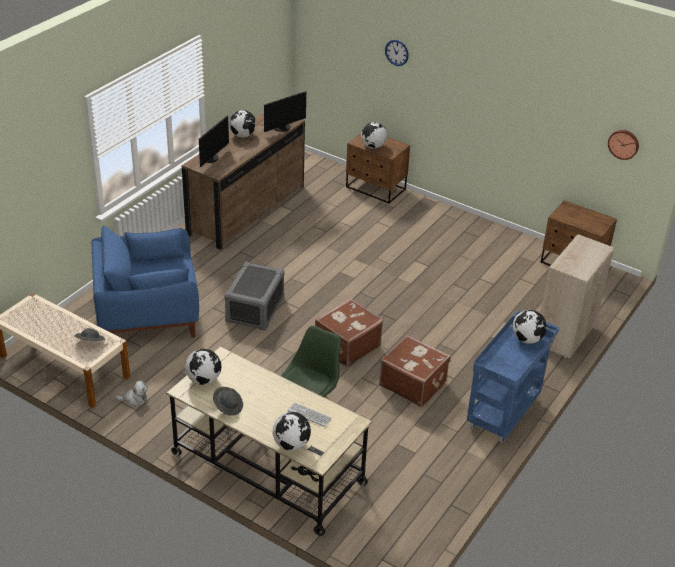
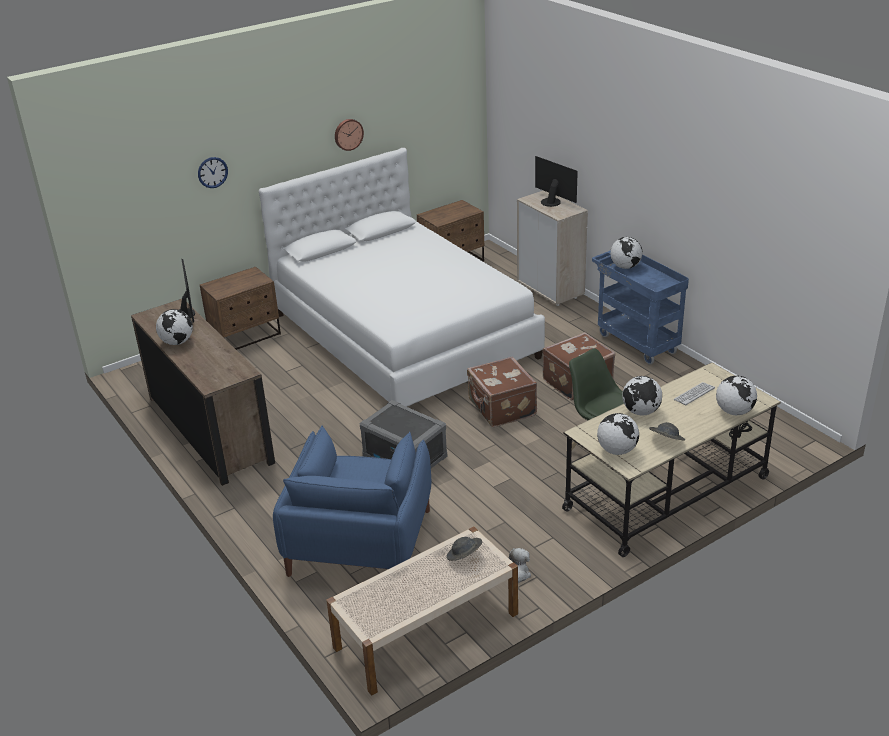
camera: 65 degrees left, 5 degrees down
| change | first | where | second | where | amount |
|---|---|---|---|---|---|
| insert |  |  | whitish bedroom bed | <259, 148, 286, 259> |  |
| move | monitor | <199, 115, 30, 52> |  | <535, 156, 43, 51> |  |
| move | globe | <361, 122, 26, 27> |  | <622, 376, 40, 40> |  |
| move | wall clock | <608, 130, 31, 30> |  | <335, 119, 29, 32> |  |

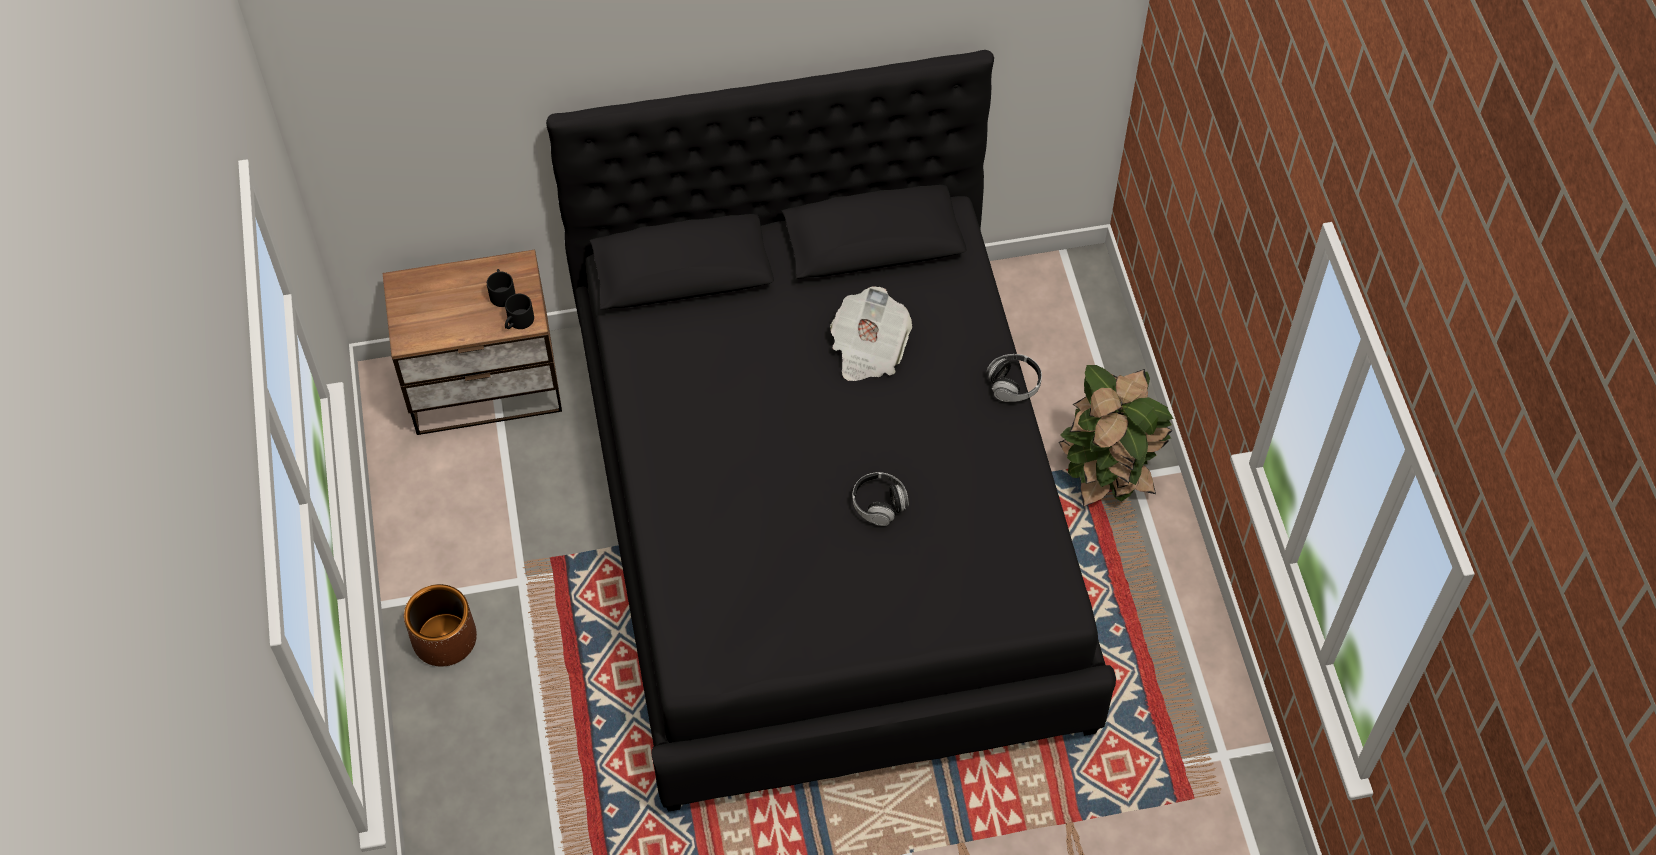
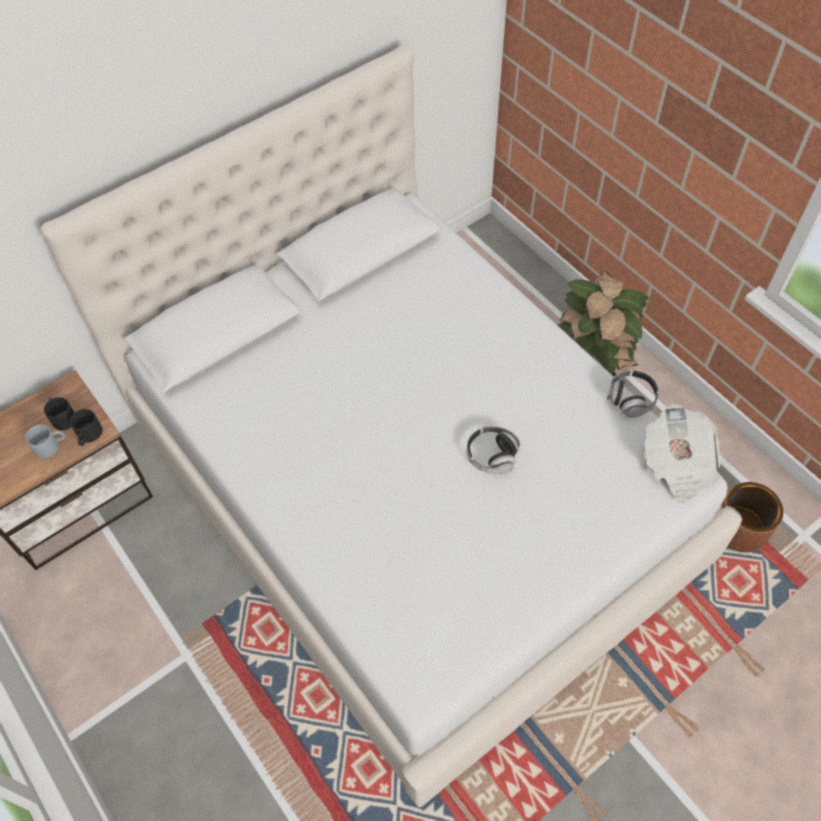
camera: 25 degrees left, 0 degrees up
| change | first | where | second | where | amount |
|---|---|---|---|---|---|
| insert |  |  | grey coffee mug | <25, 425, 40, 33> |  |
| move | brownish planter | <404, 584, 73, 83> |  | <721, 482, 62, 71> |  |
| move | newspaper | <830, 286, 82, 95> |  | <644, 404, 76, 99> |  |
| move | pair of headphones | <986, 354, 56, 48> |  | <607, 370, 52, 48> |  |
| recolor | black-coloured bedroom bed | <546, 50, 570, 762> | whitish bedroom bed | <41, 45, 702, 763> |  |

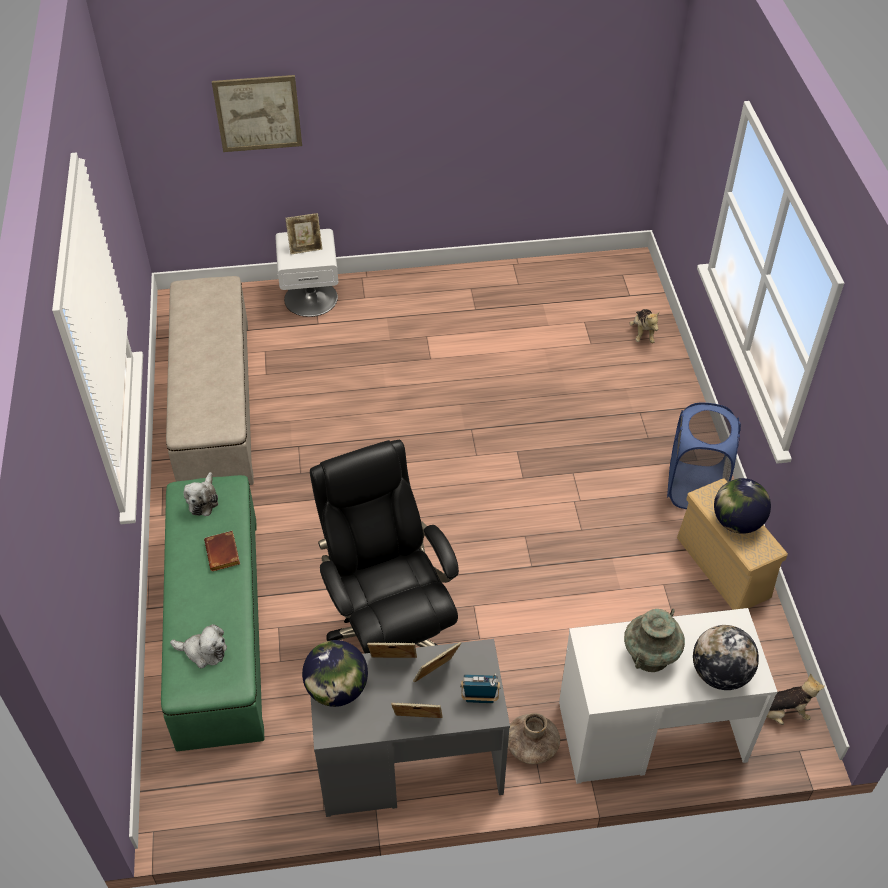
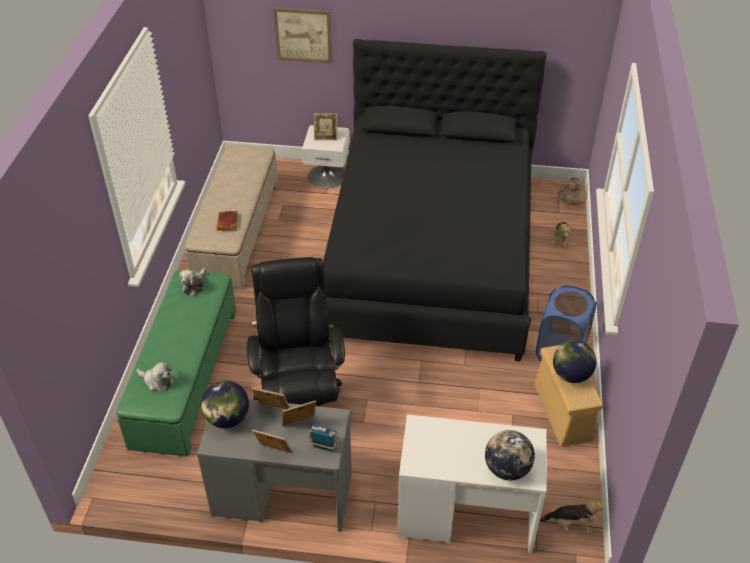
camera: 15 degrees right, 5 degrees down
| change | first | where | second | where | amount |
|---|---|---|---|---|---|
| delete | turquoise decorative vase | <624, 609, 61, 63> |  |  |  |
| insert |  |  | black-coloured bedroom bed | <323, 39, 224, 322> |  |
| move | brownish volume | <204, 531, 36, 40> |  | <217, 211, 21, 20> |  |
| move | brownish decorative vase | <508, 713, 52, 51> |  | <558, 177, 29, 28> |  |

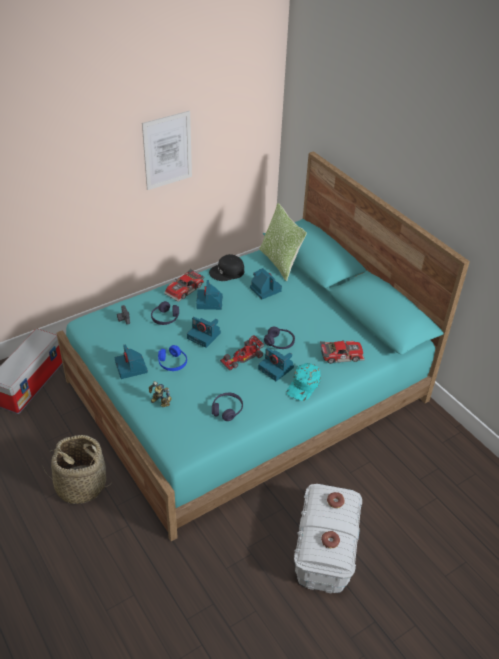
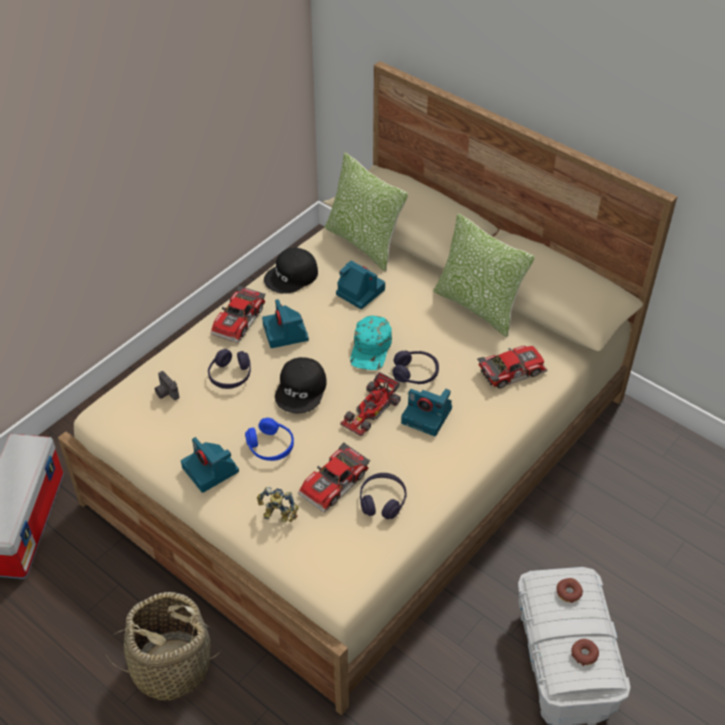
camera: 15 degrees left, 5 degrees up
| change | first | where | second | where | amount |
|---|---|---|---|---|---|
| delete | wall picture | <142, 111, 50, 79> |  |  |  |
| insert |  |  | toy car | <298, 442, 72, 71> |  |
| insert |  |  | throw pillow | <433, 213, 102, 124> |  |
| move | turquoise peaked cap | <287, 363, 34, 38> |  | <350, 316, 42, 54> |  |
| replace | still camera | <187, 317, 34, 31> | black-coloured peaked cap | <275, 357, 52, 56> |  |
| recolor | turquoise bedroom bed | <57, 151, 413, 390> | beige bedroom bed | <58, 61, 619, 654> |  |

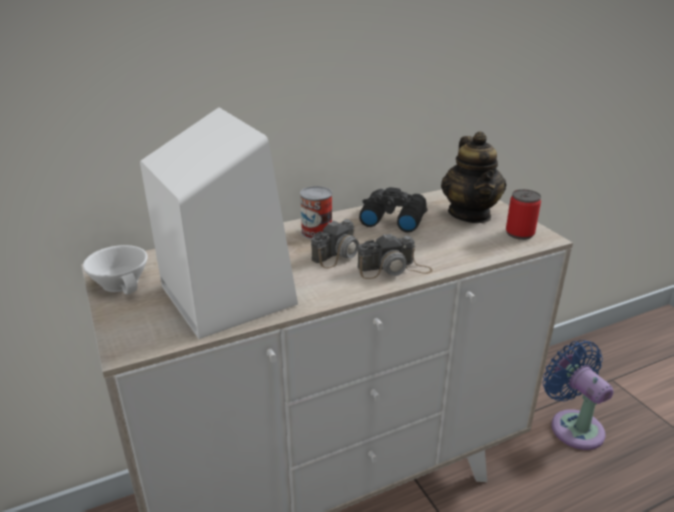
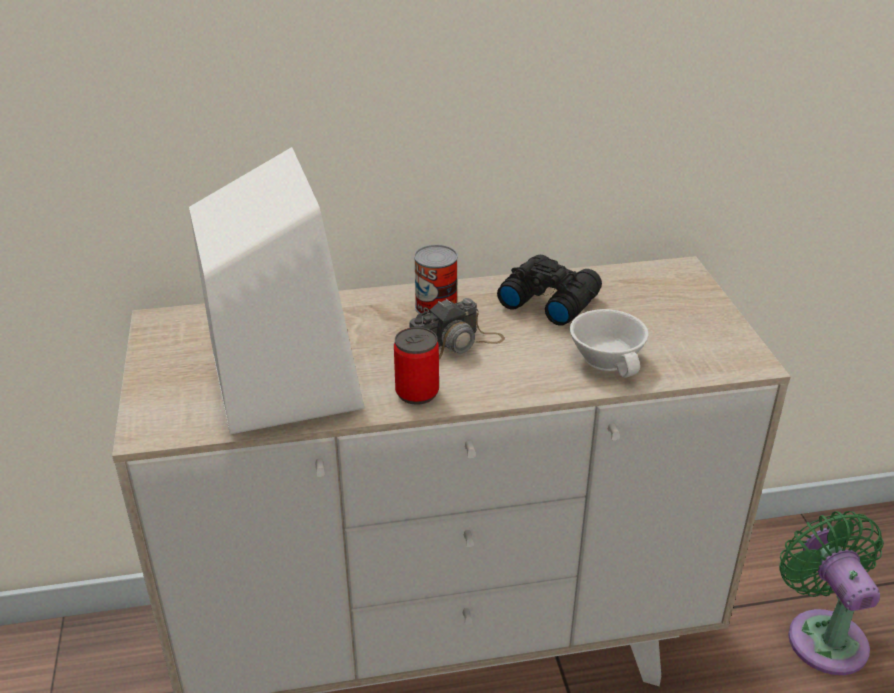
camera: 15 degrees right, 5 degrees up
| change | first | where | second | where | amount |
|---|---|---|---|---|---|
| delete | still camera | <357, 233, 76, 46> |  |  |  |
| delete | pot for tea | <441, 131, 65, 92> |  |  |  |
| move | whitish small cup | <83, 245, 65, 50> |  | <570, 309, 79, 69> |  |
| move | can | <506, 189, 35, 51> |  | <394, 327, 45, 78> |  |
| recolor | blue cooling fan | <543, 340, 71, 110> | green cooling fan | <779, 511, 104, 164> |  |

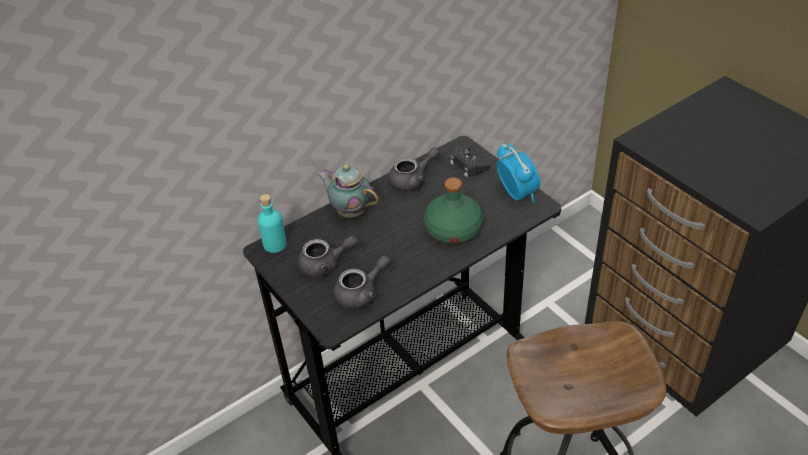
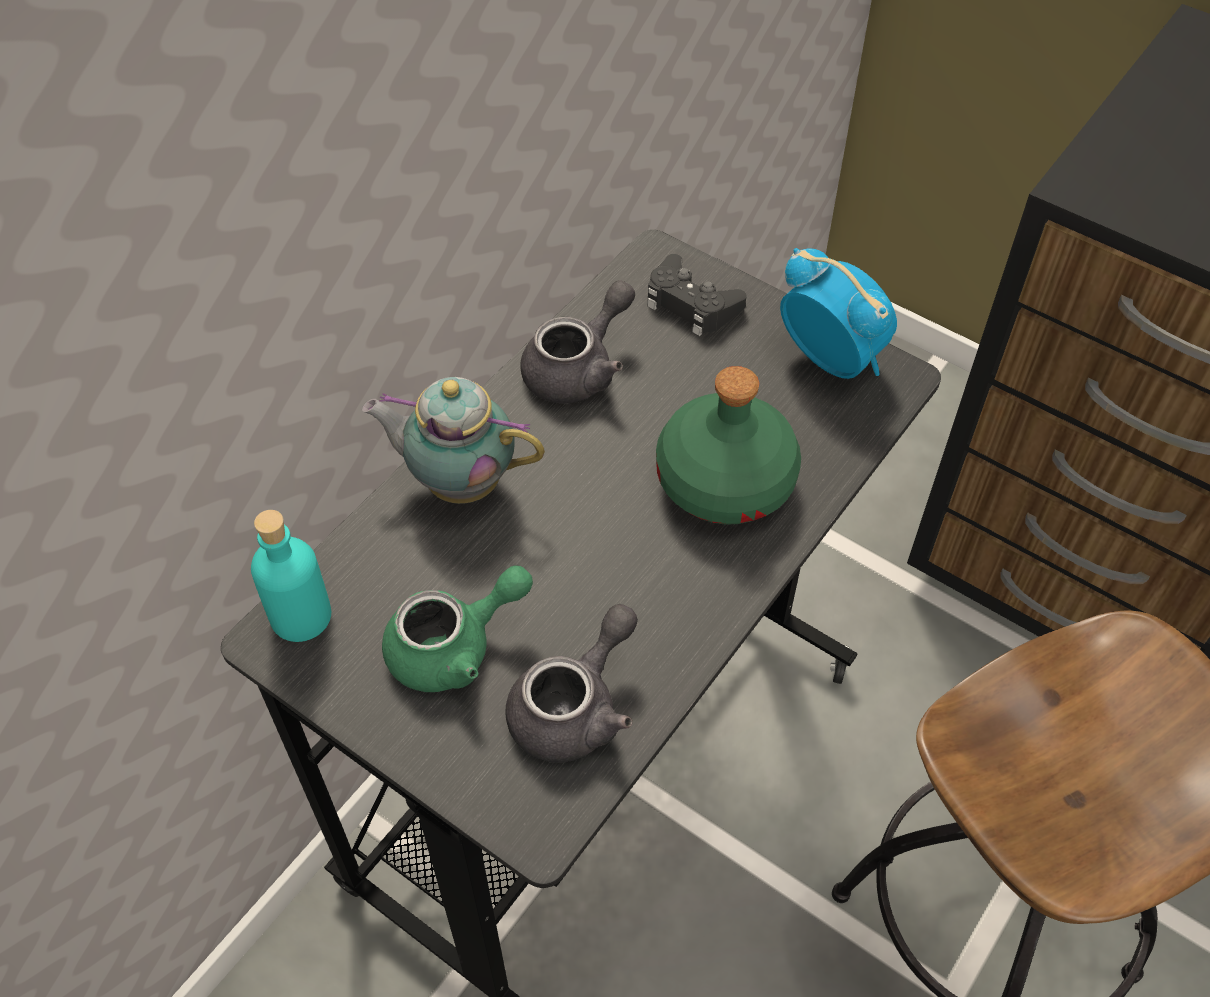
camera: 20 degrees left, 10 degrees up
| change | first | where | second | where | amount |
|---|---|---|---|---|---|
| recolor | grey pot for tea | <298, 236, 60, 42> | green pot for tea | <382, 566, 151, 126> |  |

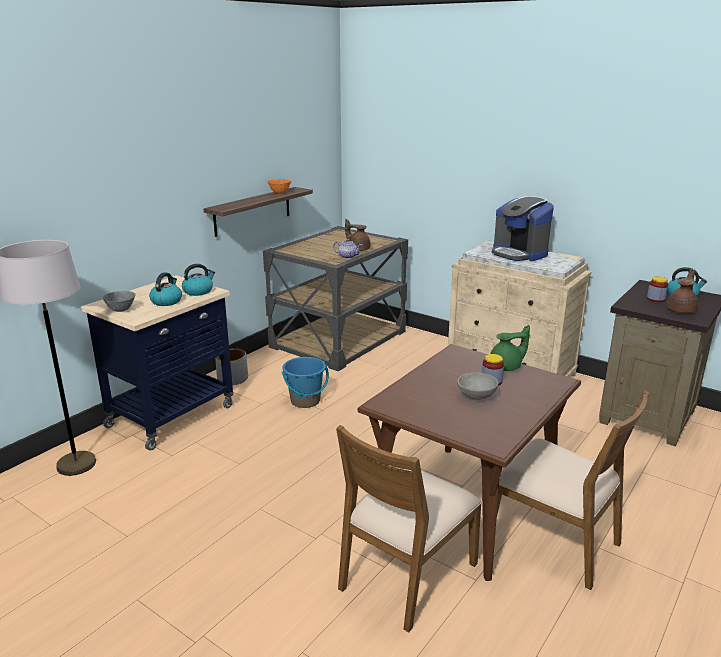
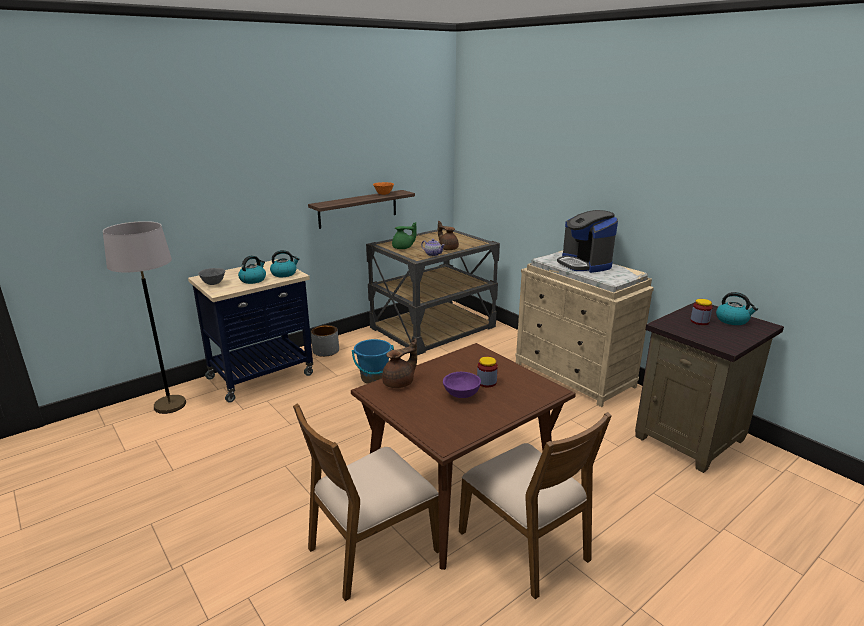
camera: 15 degrees right, 0 degrees up
| change | first | where | second | where | amount |
|---|---|---|---|---|---|
| move | green pot for tea | <490, 325, 40, 46> |  | <392, 222, 25, 27> |  |
| move | brownish pot for tea | <667, 269, 32, 44> |  | <382, 339, 35, 49> |  |
| recolor | grey serving bowl | <457, 372, 41, 28> | purple serving bowl | <443, 372, 38, 26> |  |

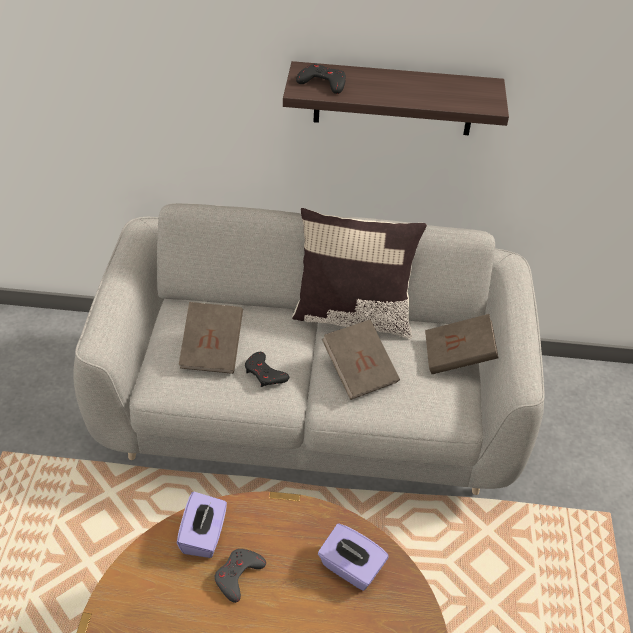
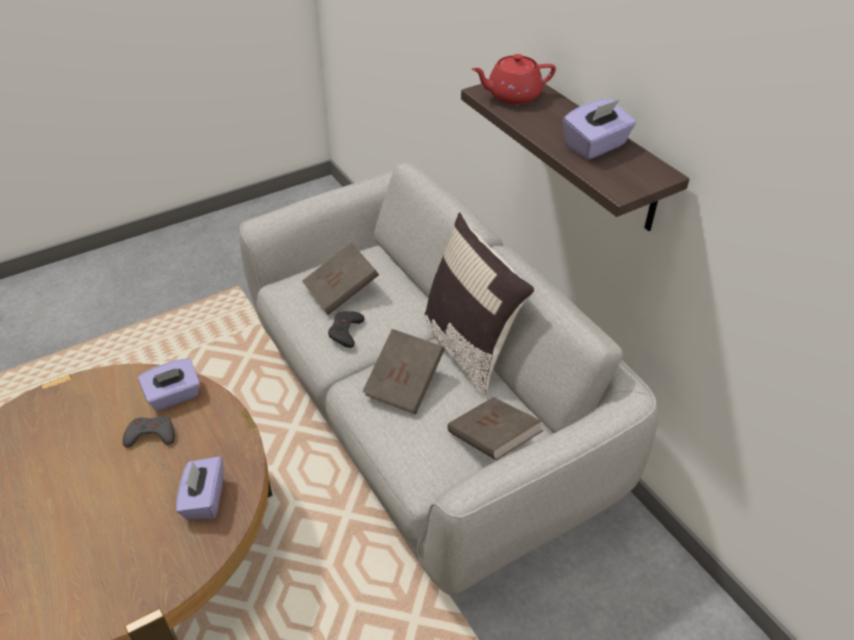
camera: 55 degrees right, 0 degrees up
| change | first | where | second | where | amount |
|---|---|---|---|---|---|
| insert |  |  | purple box of tissues | <563, 99, 73, 61> |  |
| replace | black-coloured joypad | <296, 63, 50, 31> | red-coloured pot for tea | <472, 54, 84, 50> |  |

